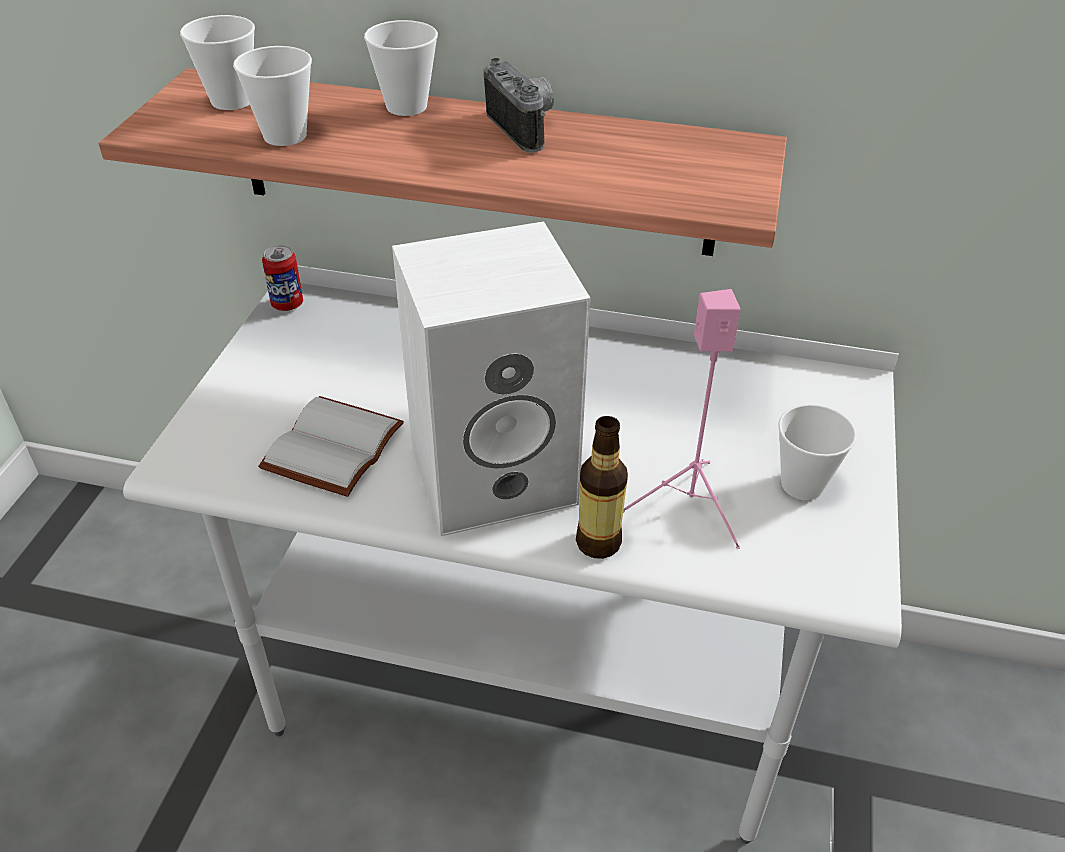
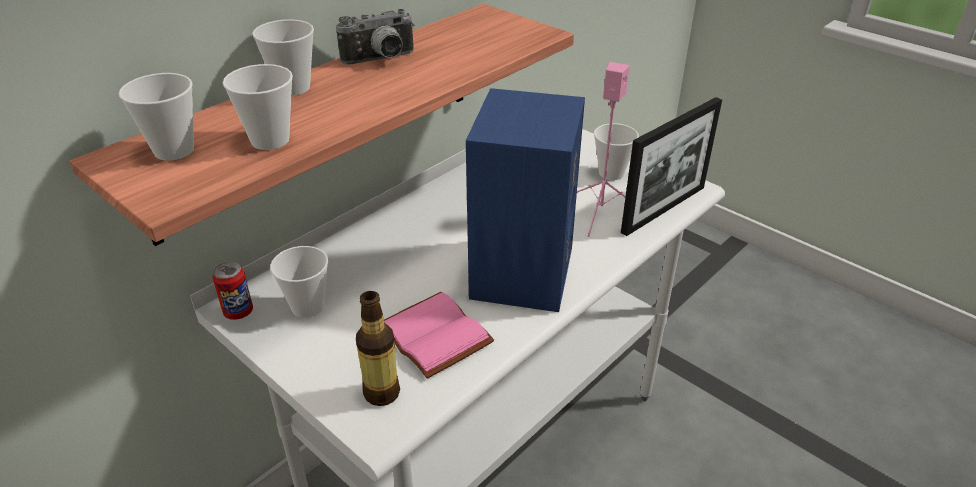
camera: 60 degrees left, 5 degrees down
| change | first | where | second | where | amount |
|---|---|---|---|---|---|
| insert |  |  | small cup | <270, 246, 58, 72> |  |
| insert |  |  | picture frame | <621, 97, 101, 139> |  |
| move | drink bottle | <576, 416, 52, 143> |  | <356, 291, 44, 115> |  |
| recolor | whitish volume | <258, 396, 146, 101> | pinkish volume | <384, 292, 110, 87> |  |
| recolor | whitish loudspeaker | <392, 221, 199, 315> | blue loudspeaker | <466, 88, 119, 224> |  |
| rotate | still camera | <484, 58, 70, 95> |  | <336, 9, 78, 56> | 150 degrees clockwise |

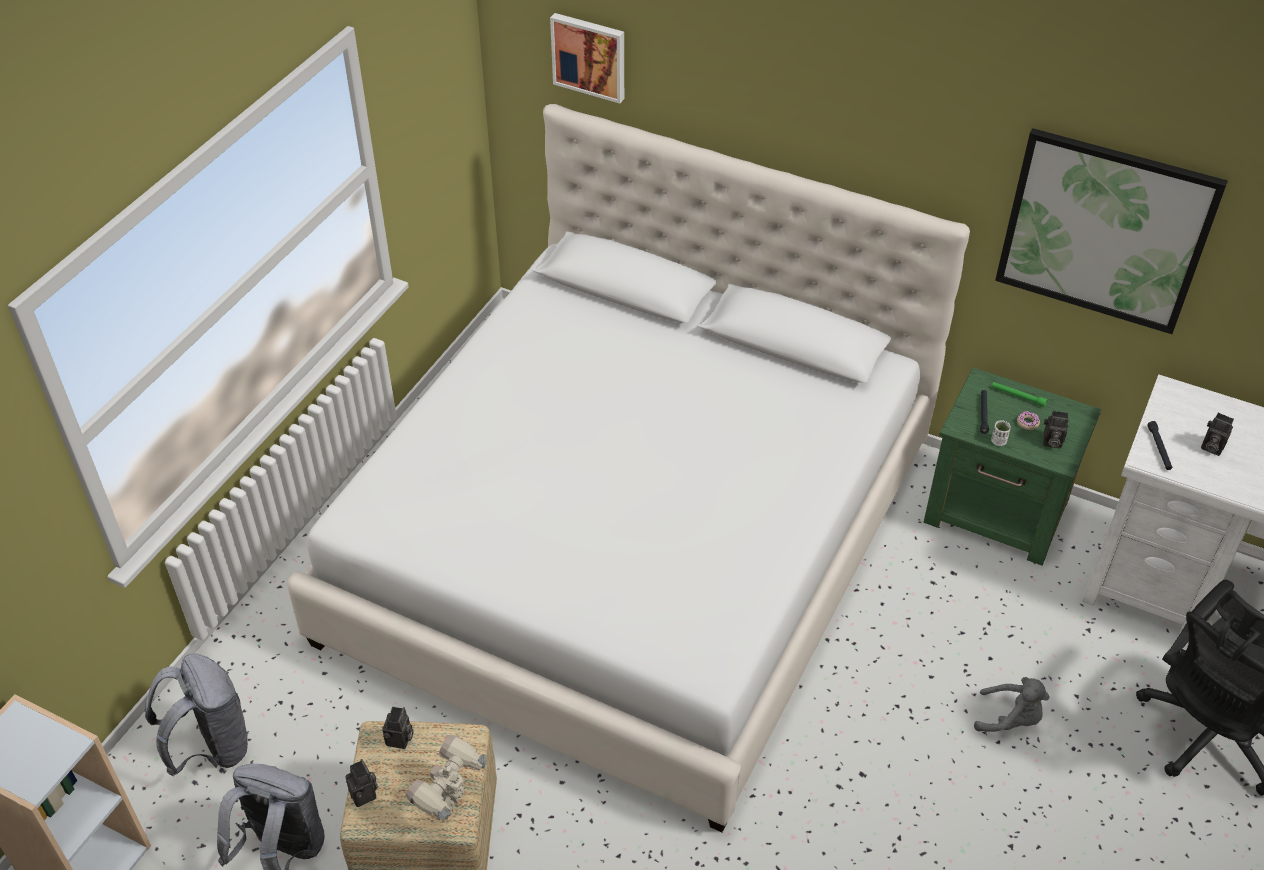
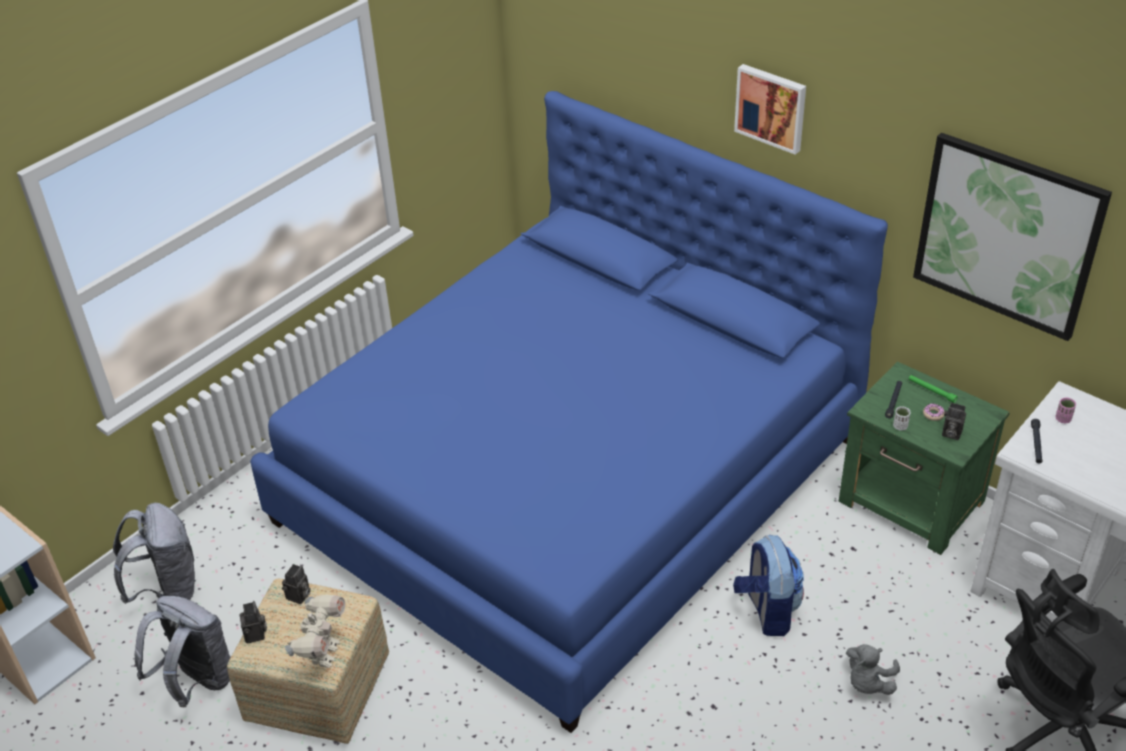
camera: 15 degrees right, 5 degrees down
| change | first | where | second | where | amount |
|---|---|---|---|---|---|
| delete | still camera | <1201, 412, 33, 44> |  |  |  |
| insert |  |  | backpack | <733, 535, 71, 101> |  |
| insert |  |  | pinkish small cup | <1055, 398, 21, 25> |  |
| move | wall picture | <550, 13, 74, 90> |  | <734, 64, 72, 91> |  |
| recolor | whitish bedroom bed | <287, 104, 683, 728> | blue bedroom bed | <250, 91, 638, 642> |  |
| rotate | toy robot | <405, 735, 81, 85> |  | <285, 595, 61, 73> | 150 degrees clockwise |
| rotate | grey cuddly toy | <974, 677, 76, 55> |  | <846, 644, 54, 51> | 90 degrees clockwise |

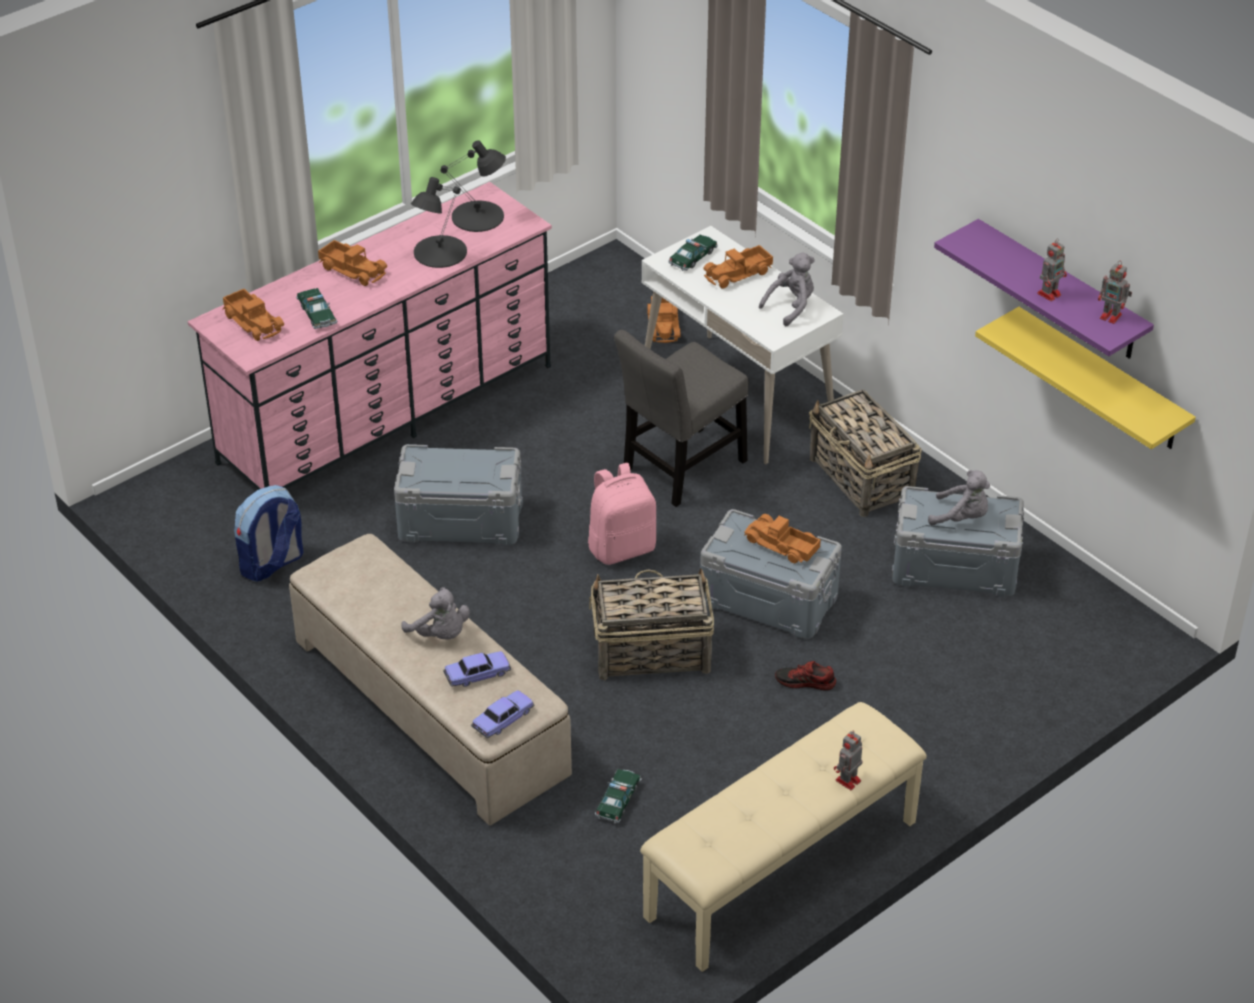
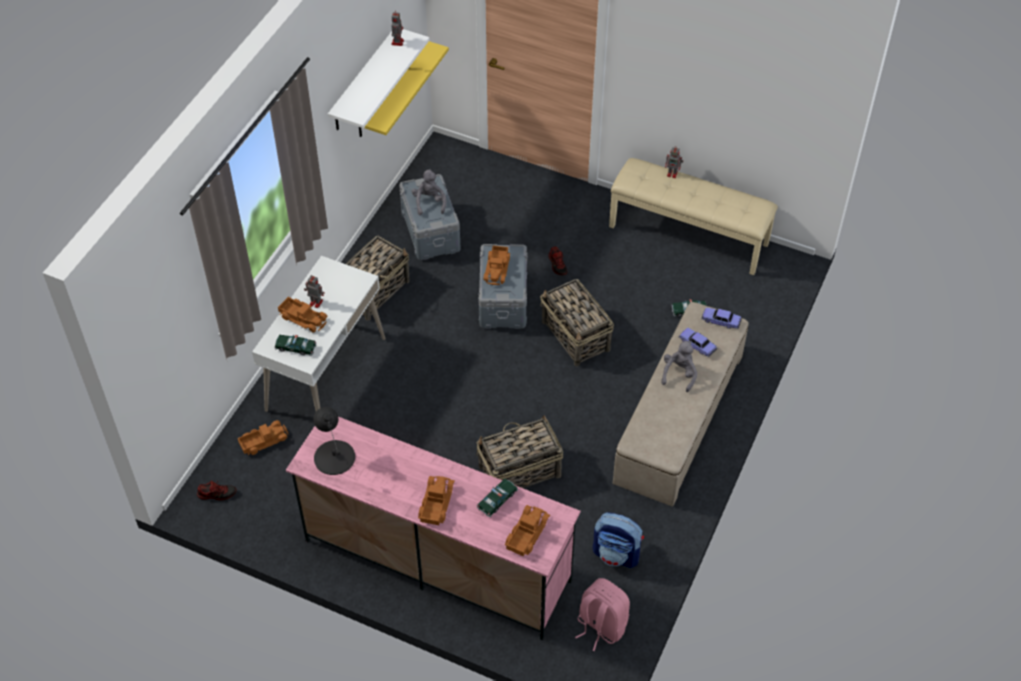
camera: 115 degrees left, 10 degrees up
| change | first | where | second | where | amount |
|---|---|---|---|---|---|
| delete | black-coloured table lamp | <411, 177, 56, 91> |  |  |  |
| delete | grey chair | <614, 330, 134, 177> |  |  |  |
| delete | grey cuddly toy | <759, 253, 56, 73> |  |  |  |
| insert |  |  | item of footwear | <197, 481, 40, 20> |  |
| move | pinkish backpack | <588, 463, 68, 102> |  | <575, 578, 55, 73> |  |
| move | toy robot | <1037, 238, 30, 63> |  | <304, 275, 21, 33> |  |
| replace | grey storage box | <394, 444, 129, 102> | household basket | <477, 416, 86, 72> |  |
| recolor | purple bracket shelf | <934, 219, 220, 140> | whitish bracket shelf | <328, 29, 102, 101> |  |

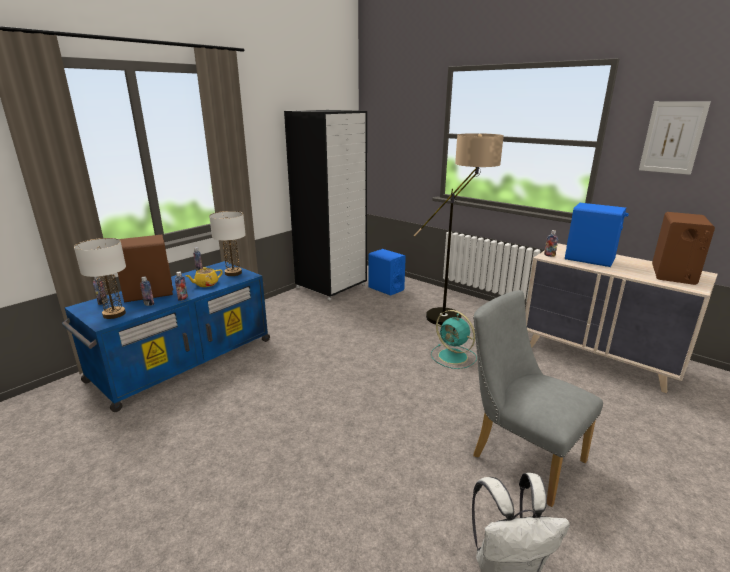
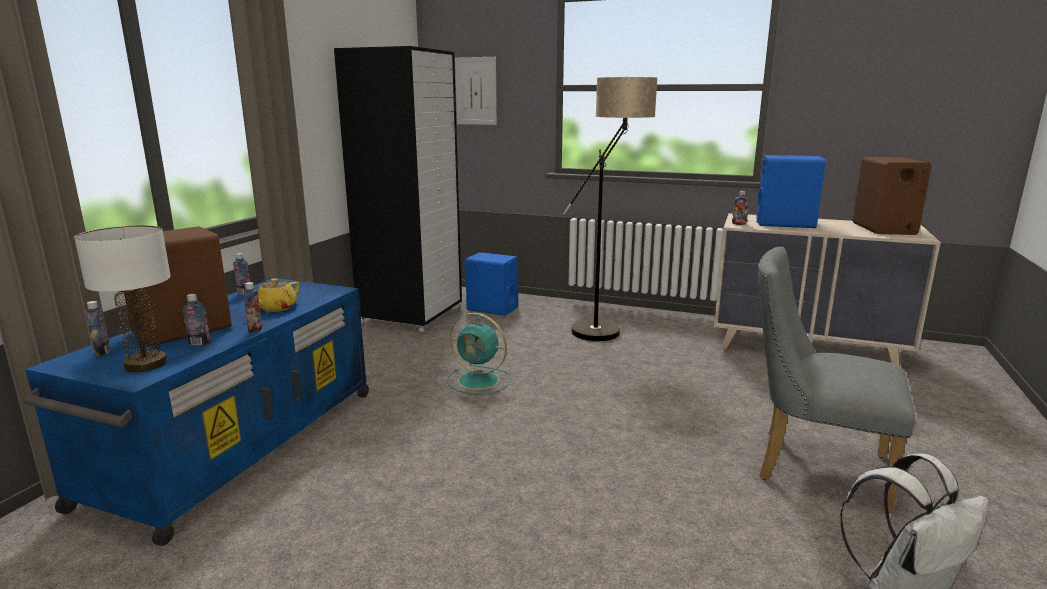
camera: 20 degrees left, 5 degrees down
| change | first | where | second | where | amount |
|---|---|---|---|---|---|
| delete | table lamp | <209, 211, 37, 65> |  |  |  |
| move | turquoise cooling fan | <431, 310, 46, 59> |  | <447, 312, 65, 83> |  |
| move | wall picture | <639, 101, 71, 74> |  | <455, 57, 42, 68> |  |

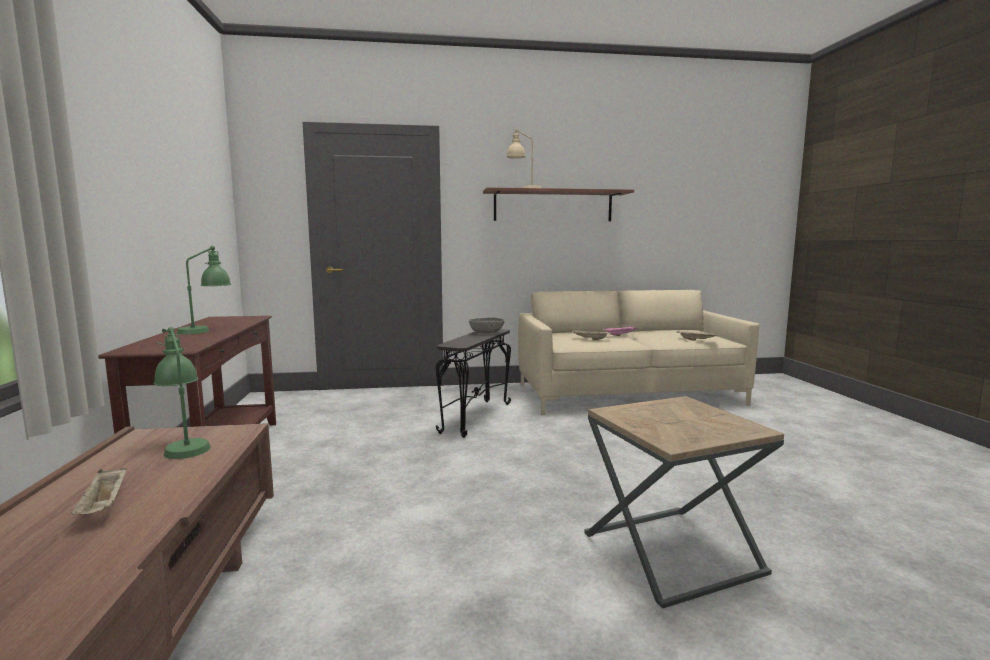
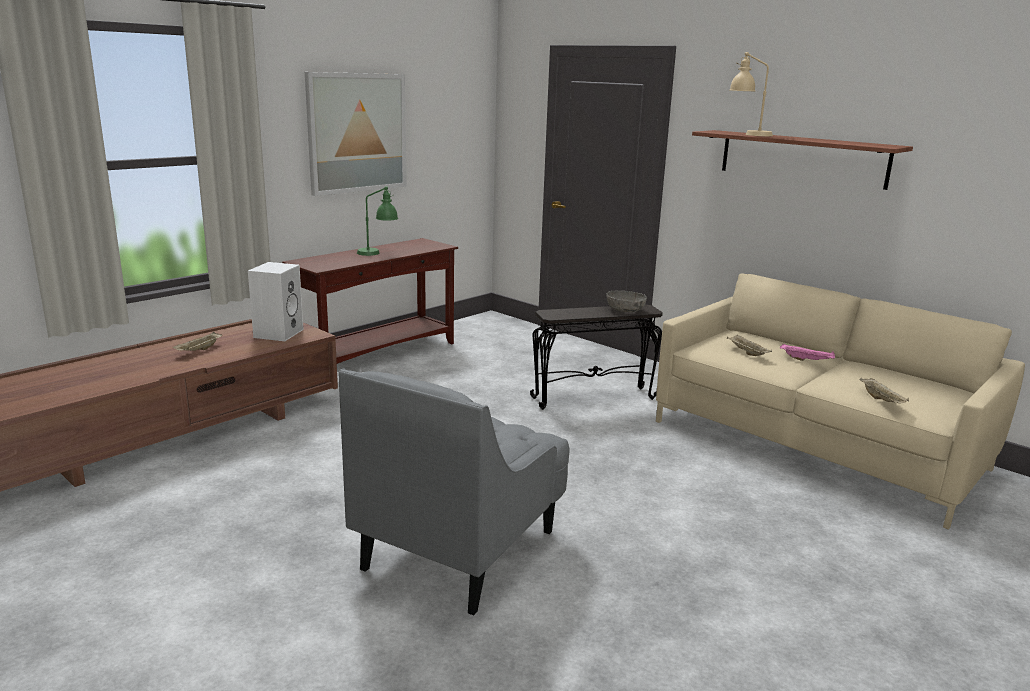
camera: 50 degrees right, 10 degrees up
| change | first | where | second | where | amount |
|---|---|---|---|---|---|
| insert |  |  | wall picture | <305, 72, 102, 124> |  |
| replace | green table lamp | <154, 327, 57, 132> | whitish loudspeaker | <248, 262, 56, 79> |  |
| replace | brownish end table | <584, 396, 200, 212> | grey armchair | <339, 368, 230, 247> |  |

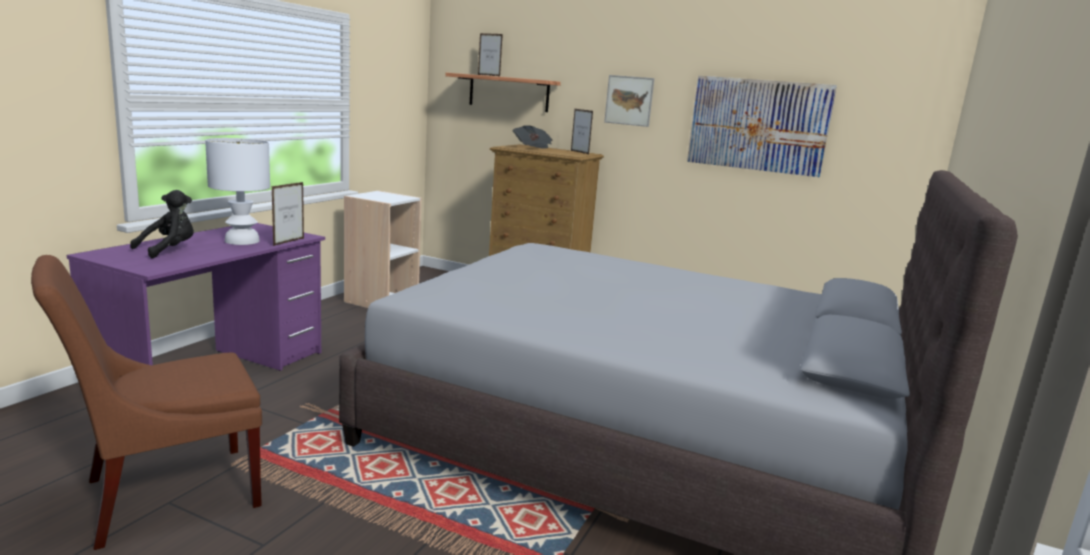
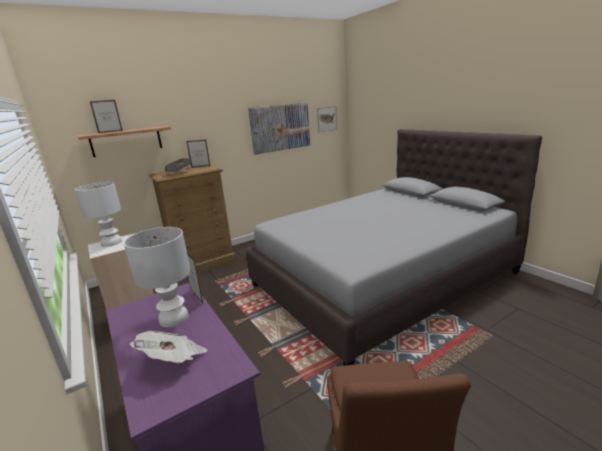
camera: 55 degrees left, 5 degrees up
| change | first | where | second | where | amount |
|---|---|---|---|---|---|
| insert |  |  | whitish table lamp | <75, 182, 47, 65> |  |
| move | wall picture | <604, 75, 51, 52> |  | <317, 106, 20, 26> |  |
| replace | black-coloured cuddly toy | <130, 190, 64, 68> | newspaper | <129, 331, 78, 32> |  |

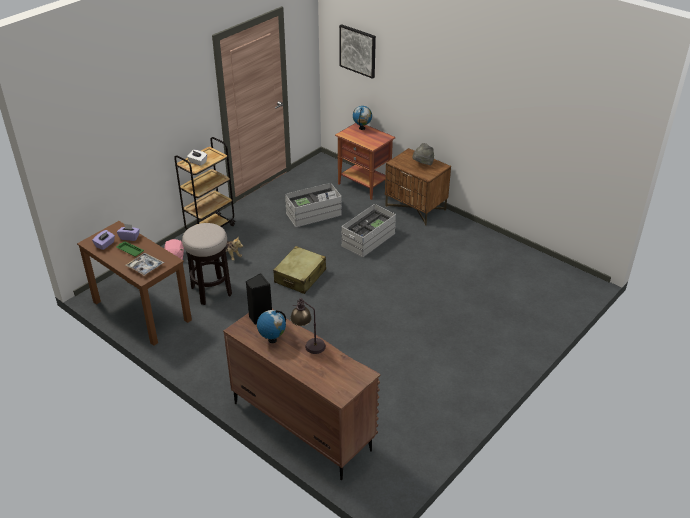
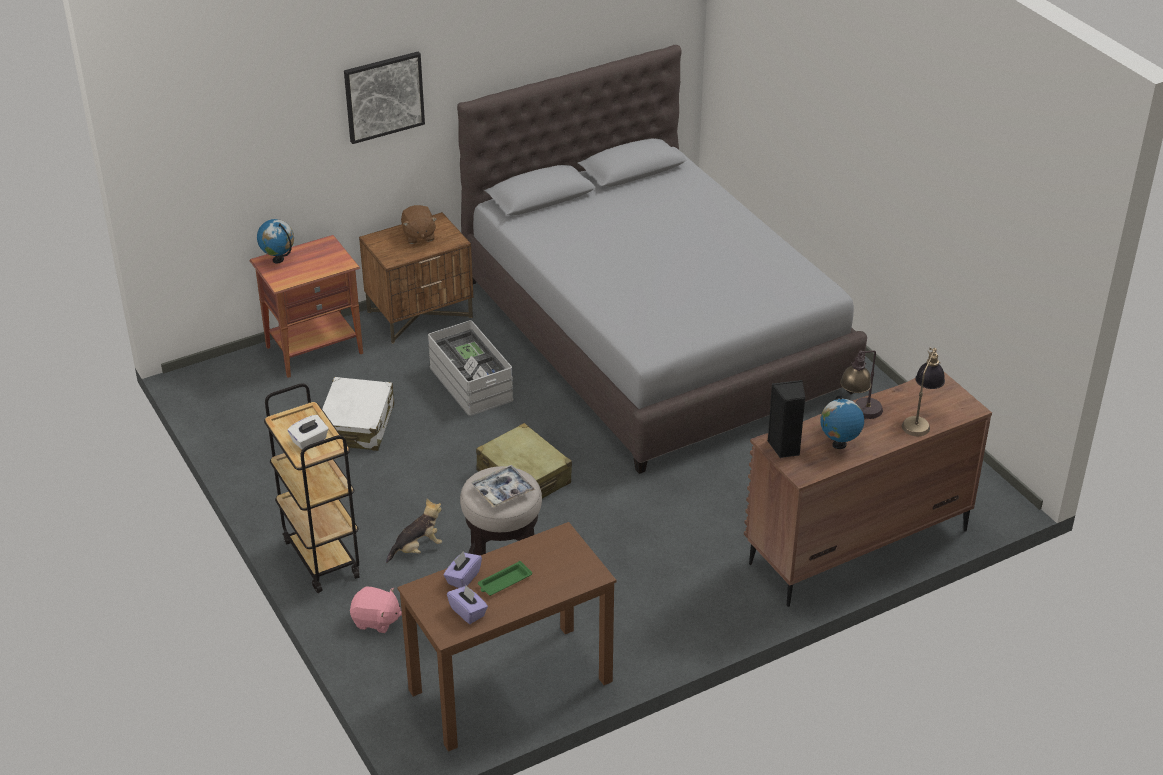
camera: 70 degrees left, 0 degrees up
| change | first | where | second | where | amount |
|---|---|---|---|---|---|
| insert |  |  | grey bedroom bed | <457, 45, 410, 429> |  |
| insert |  |  | table lamp | <902, 348, 43, 88> |  |
| move | carrying tray | <126, 253, 38, 23> |  | <471, 465, 64, 42> |  |
| move | wall picture | <339, 24, 37, 55> |  | <344, 52, 81, 92> |  |
| replace | grey storage box | <285, 183, 57, 44> | whitish travel case | <322, 377, 72, 74> |  |
| replace | grey clothing hat | <412, 143, 22, 22> | brownish cuddly toy | <401, 205, 36, 39> |  |

